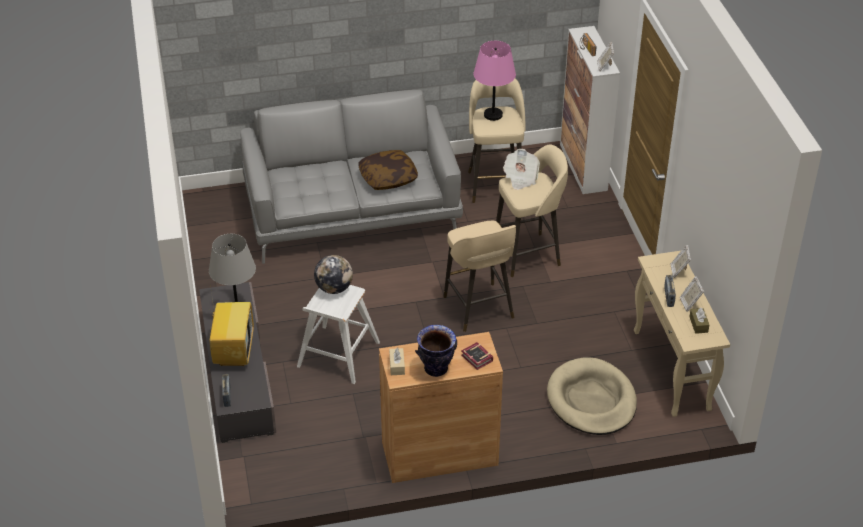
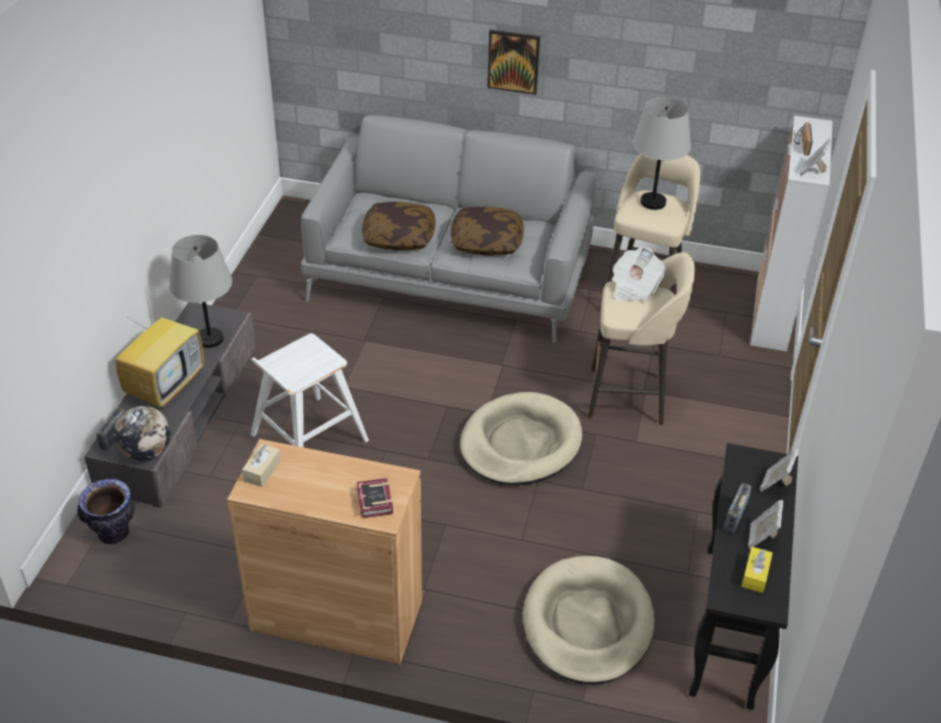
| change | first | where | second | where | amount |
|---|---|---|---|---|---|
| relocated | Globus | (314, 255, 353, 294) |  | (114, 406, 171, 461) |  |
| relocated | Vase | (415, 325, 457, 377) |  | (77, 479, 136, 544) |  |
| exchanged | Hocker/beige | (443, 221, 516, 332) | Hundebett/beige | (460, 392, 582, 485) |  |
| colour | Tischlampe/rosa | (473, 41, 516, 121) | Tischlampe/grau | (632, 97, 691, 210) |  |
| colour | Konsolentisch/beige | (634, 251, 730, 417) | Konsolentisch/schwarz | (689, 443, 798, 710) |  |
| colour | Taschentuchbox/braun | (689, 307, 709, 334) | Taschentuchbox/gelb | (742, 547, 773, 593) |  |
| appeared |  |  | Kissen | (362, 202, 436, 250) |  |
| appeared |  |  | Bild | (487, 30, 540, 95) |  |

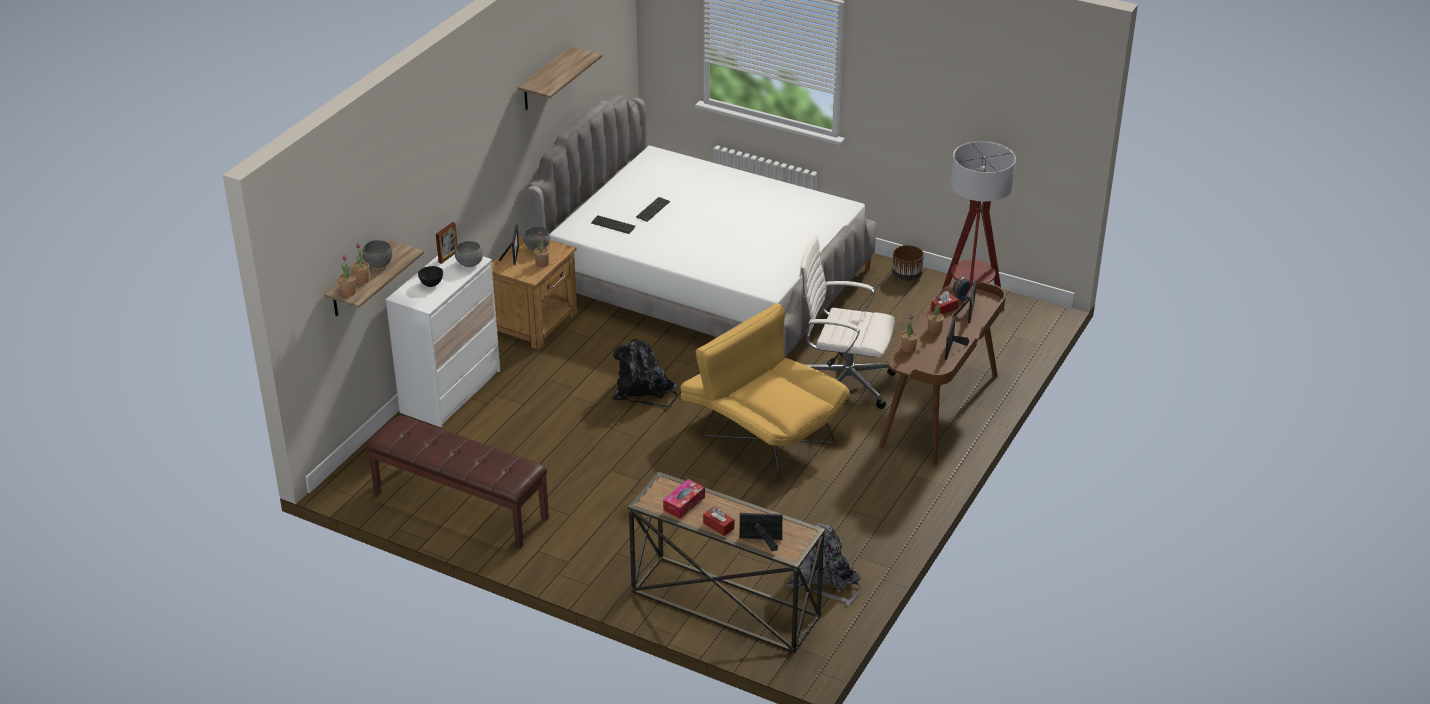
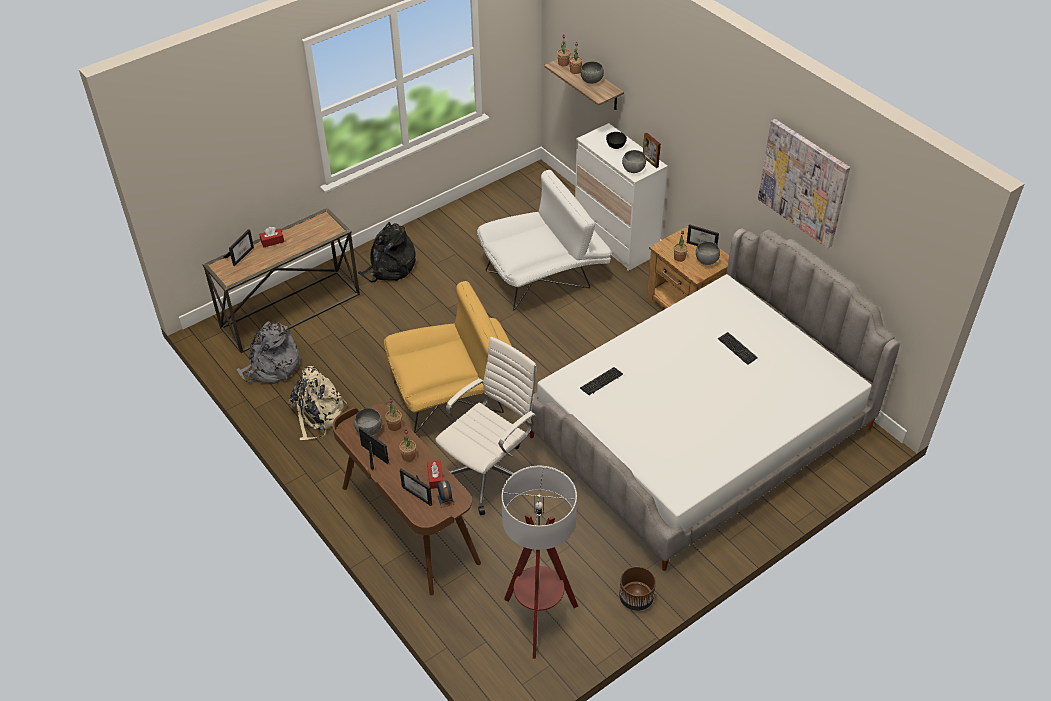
| change | first | where | second | where | amount |
|---|---|---|---|---|---|
| missing | Bank/braun | (366, 415, 549, 549) |  |  |  |
| exchanged | Wandregal | (517, 46, 602, 110) | Bild | (758, 119, 850, 248) |  |
| relocated | Tastatur | (591, 215, 636, 234) |  | (580, 367, 623, 395) |  |
| relocated | Rucksack/schwarz | (612, 339, 677, 410) |  | (358, 222, 415, 283) |  |
| missing | Taschentuchbox | (663, 479, 705, 519) |  |  |  |
| appeared |  |  | Rucksack/beige | (289, 366, 347, 440) |  |
| appeared |  |  | Schüssel/grau | (354, 408, 382, 435) |  |
| appeared |  |  | Sessel/weiß | (477, 170, 611, 310) |  |

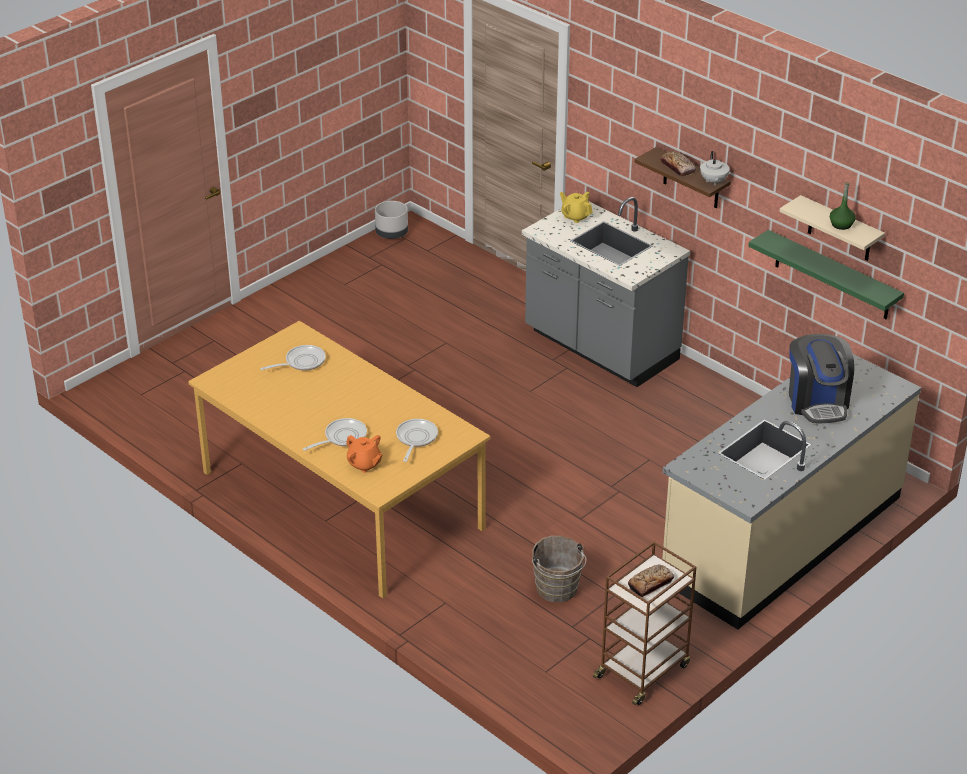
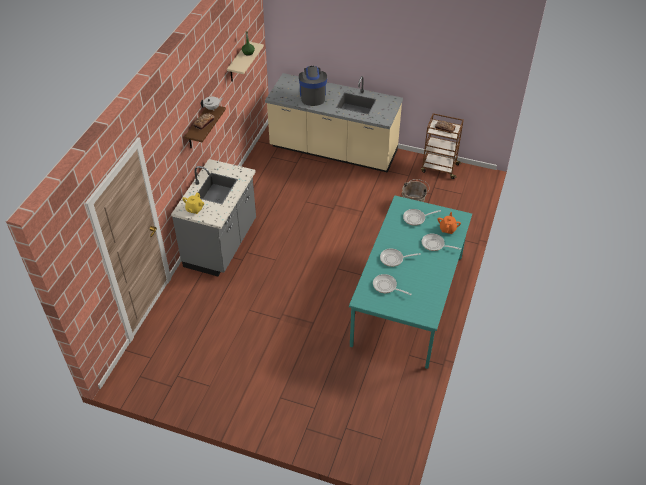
| change | first | where | second | where | amount |
|---|---|---|---|---|---|
| colour | Esstisch/orange | (188, 321, 490, 598) | Esstisch/türkis | (349, 195, 472, 369) |  |
| missing | Pflanzkübel/grau | (375, 201, 408, 239) |  |  |  |
| missing | Wandregal/grün | (748, 230, 904, 319) |  |  |  |
| spun | Kaffeemaschine | (789, 334, 855, 424) |  | (299, 66, 327, 106) | 60 degrees counterclockwise |
| appeared |  |  | Pfanne | (380, 248, 421, 267) |  |

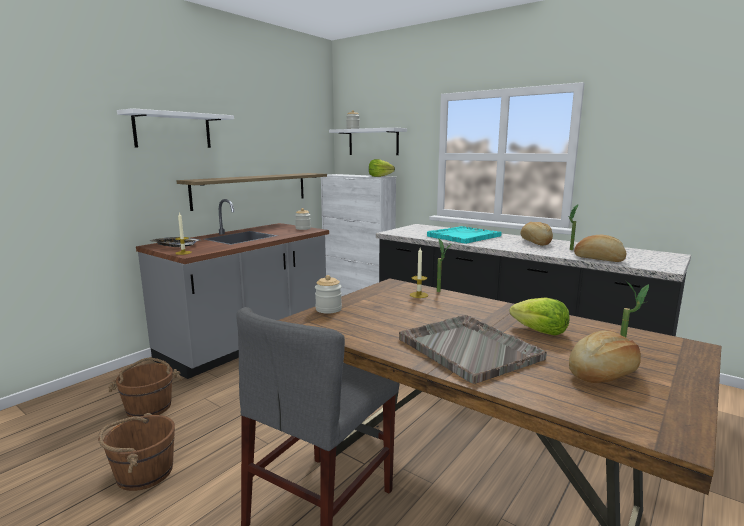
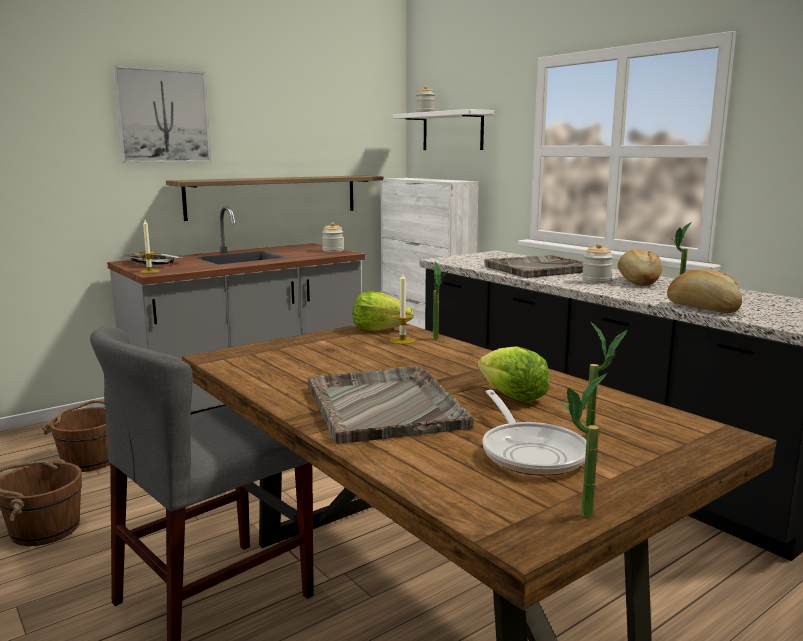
| change | first | where | second | where | amount |
|---|---|---|---|---|---|
| exchanged | Wandregal/weiß | (117, 108, 234, 148) | Bild | (112, 65, 211, 163) |  |
| relocated | Vorratsglas | (315, 275, 342, 314) |  | (582, 243, 613, 284) |  |
| relocated | Salatkopf | (369, 159, 395, 177) |  | (352, 291, 413, 331) |  |
| colour | Tablett/türkis | (427, 226, 502, 244) | Tablett/grau | (484, 255, 583, 278) |  |
| exchanged | Brot | (569, 330, 641, 383) | Pfanne | (483, 390, 586, 476) |  |
| appeared |  |  | Topfpflanze | (560, 373, 607, 518) |  |

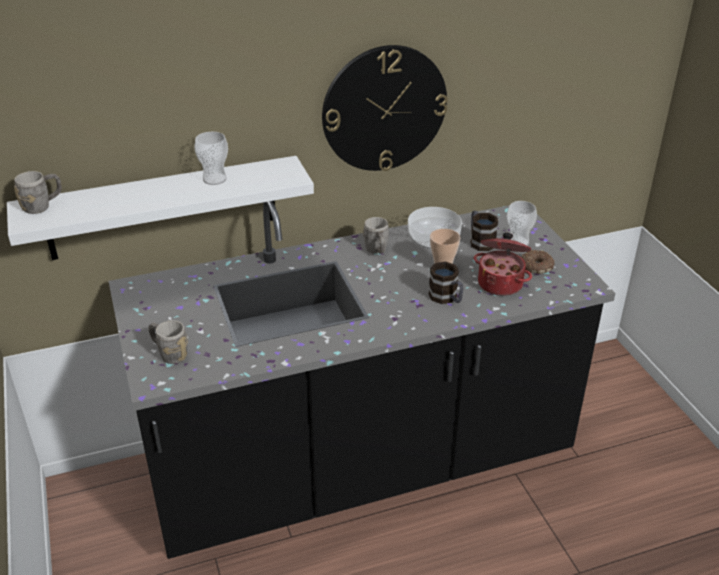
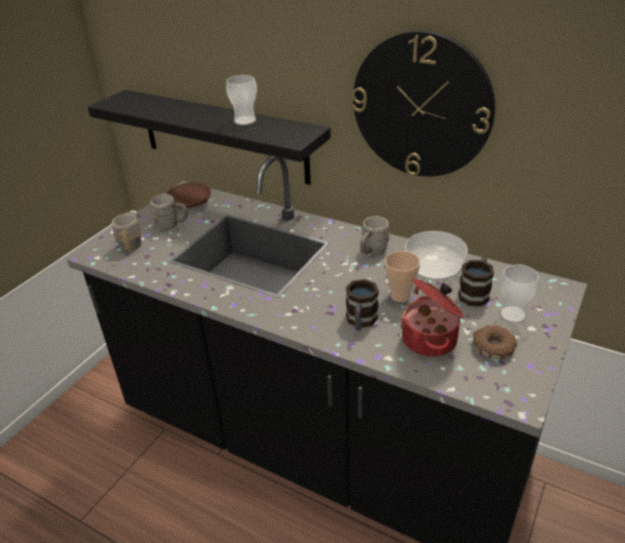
| change | first | where | second | where | amount |
|---|---|---|---|---|---|
| colour | Wandregal/weiß | (7, 156, 314, 260) | Wandregal/schwarz | (88, 90, 331, 185) |  |
| relocated | Henkelbecher/grau | (14, 171, 62, 214) |  | (150, 194, 188, 230) |  |
| appeared |  |  | Teller/braun | (166, 182, 211, 208) |  |

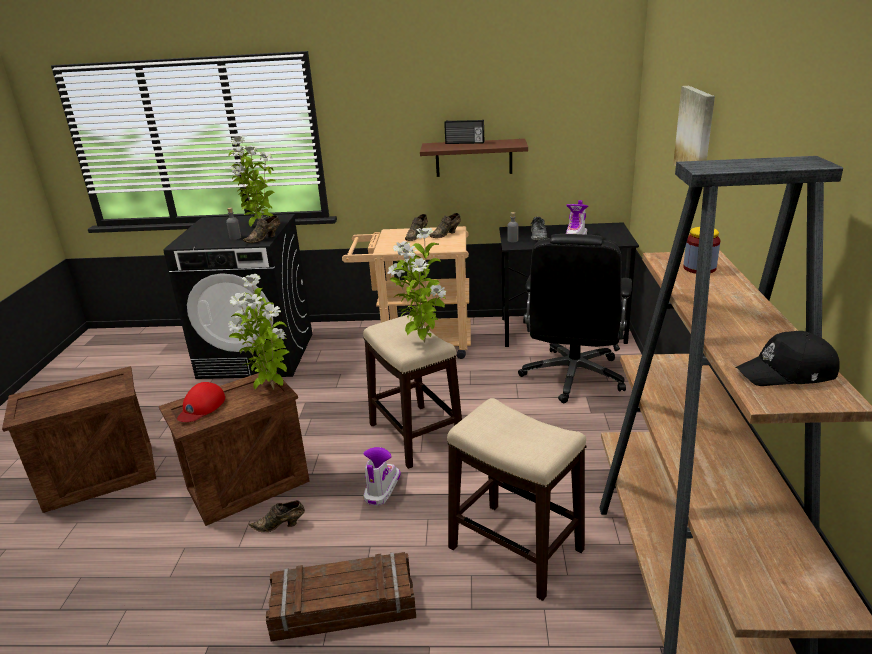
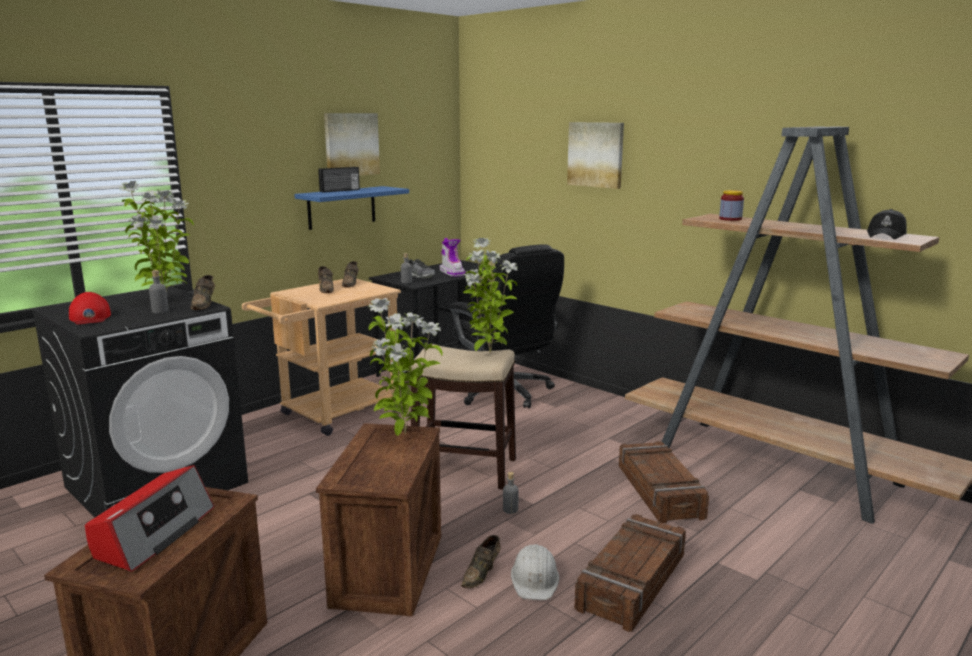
| change | first | where | second | where | amount |
|---|---|---|---|---|---|
| relocated | Kappe/rot | (177, 382, 225, 422) |  | (69, 292, 111, 325) |  |
| exchanged | Stiefel | (363, 447, 401, 506) | Flasche/grau | (503, 472, 518, 514) |  |
| colour | Wandregal/braun | (420, 139, 528, 177) | Wandregal/blau | (294, 186, 409, 230) |  |
| exchanged | Hocker | (447, 398, 587, 601) | Kiste | (619, 441, 709, 523) |  |
| appeared |  |  | Radio | (85, 465, 214, 572) |  |
| appeared |  |  | Bild | (324, 113, 380, 176) |  |
| appeared |  |  | Schutzhelm/weiß | (511, 544, 559, 600) |  |

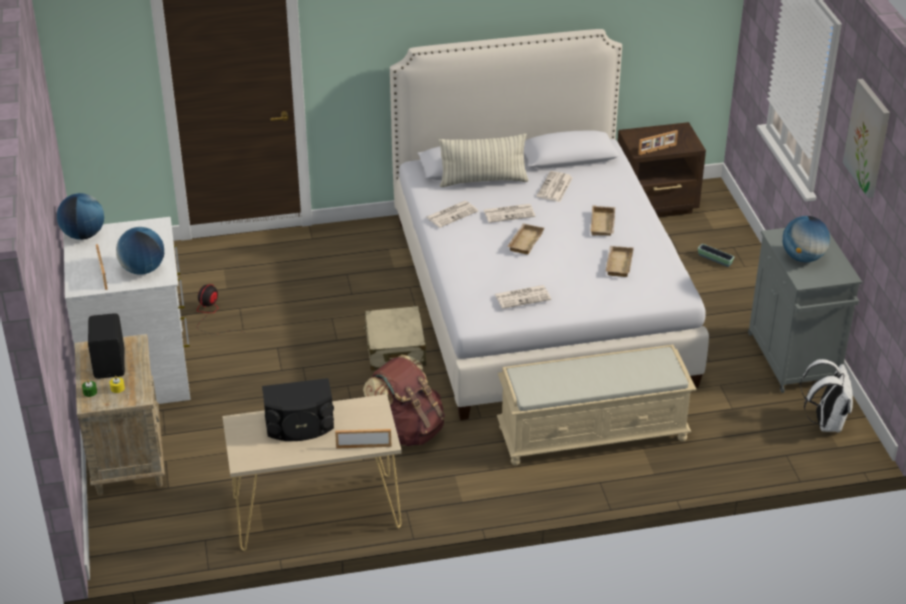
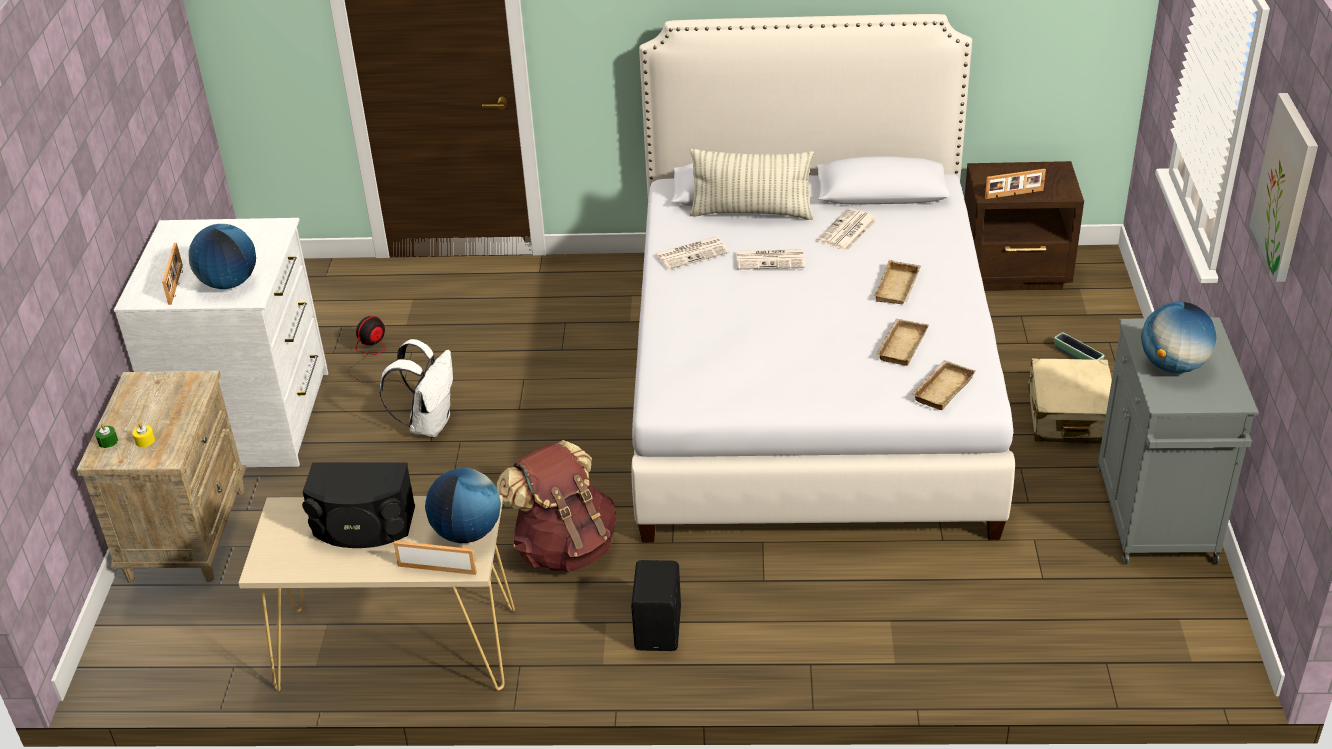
| change | first | where | second | where | amount |
|---|---|---|---|---|---|
| relocated | Globus | (57, 193, 104, 240) |  | (425, 468, 501, 543) |  |
| relocated | Lautsprecher/schwarz | (88, 313, 125, 379) |  | (631, 560, 681, 651) |  |
| relocated | Koffer/beige | (364, 306, 426, 371) |  | (1027, 358, 1112, 443) |  |
| missing | Zeitung | (495, 285, 551, 309) |  |  |  |
| missing | Bank/beige | (497, 345, 697, 465) |  |  |  |
| relocated | Tablett/beige | (507, 223, 544, 255) |  | (911, 360, 976, 410) |  |
| relocated | Rucksack/weiß | (800, 359, 853, 433) |  | (380, 339, 453, 437) |  |

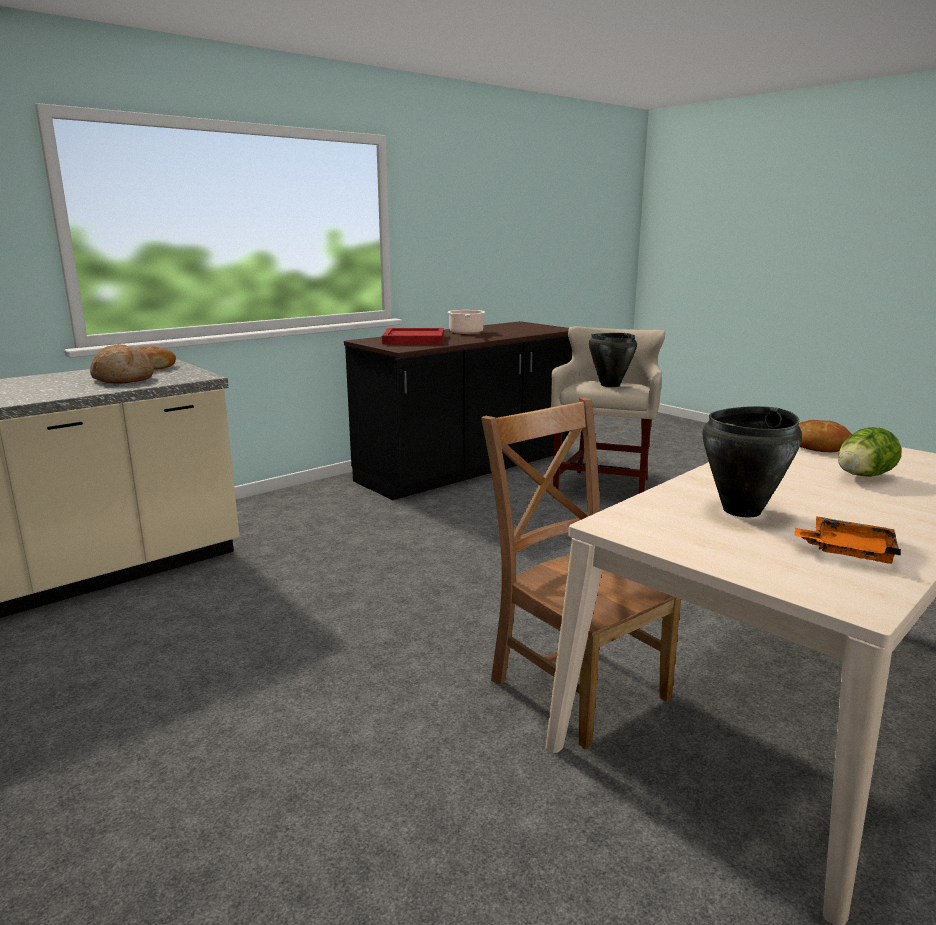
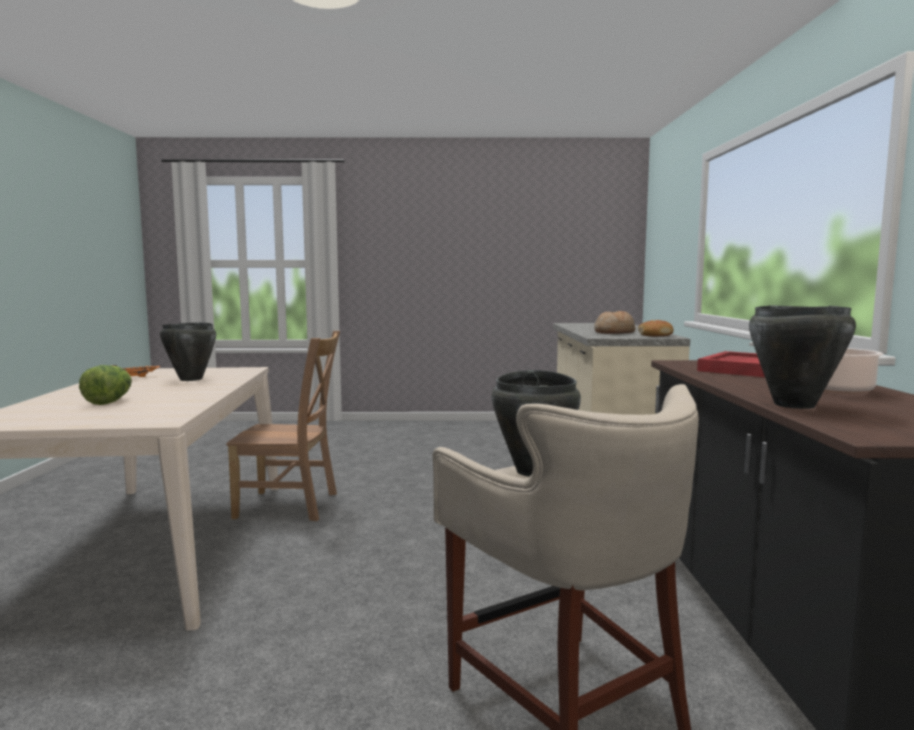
| change | first | where | second | where | amount |
|---|---|---|---|---|---|
| missing | Brot | (798, 420, 852, 452) |  |  |  |
| appeared |  |  | Kochtopf/schwarz | (749, 305, 856, 409) |  |

